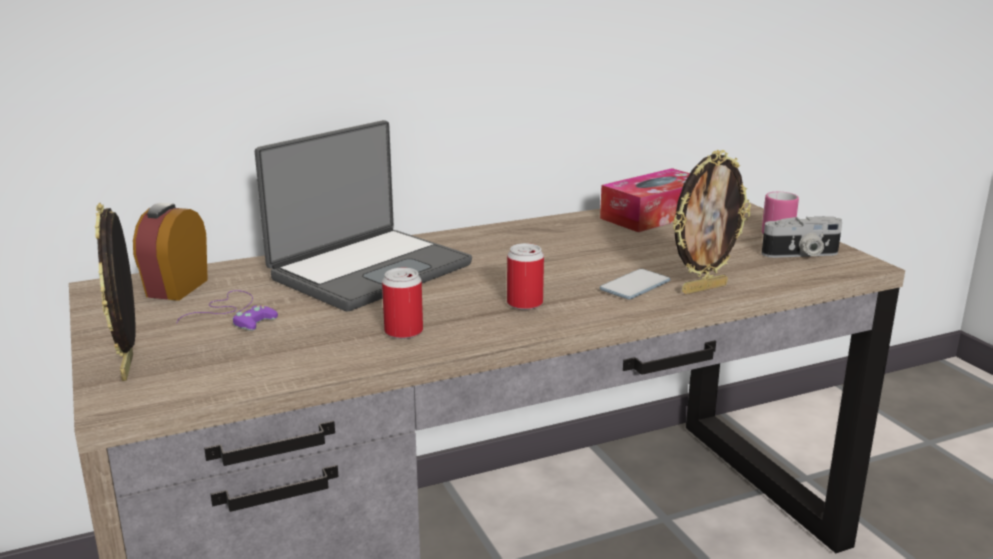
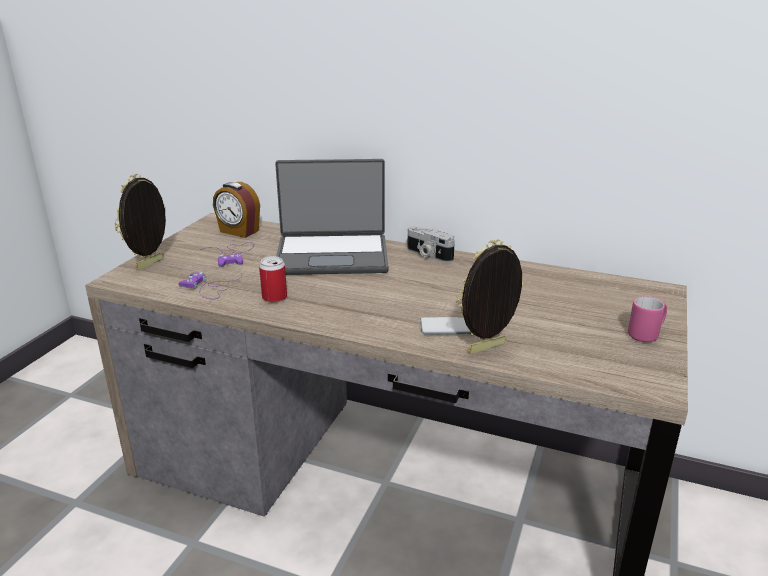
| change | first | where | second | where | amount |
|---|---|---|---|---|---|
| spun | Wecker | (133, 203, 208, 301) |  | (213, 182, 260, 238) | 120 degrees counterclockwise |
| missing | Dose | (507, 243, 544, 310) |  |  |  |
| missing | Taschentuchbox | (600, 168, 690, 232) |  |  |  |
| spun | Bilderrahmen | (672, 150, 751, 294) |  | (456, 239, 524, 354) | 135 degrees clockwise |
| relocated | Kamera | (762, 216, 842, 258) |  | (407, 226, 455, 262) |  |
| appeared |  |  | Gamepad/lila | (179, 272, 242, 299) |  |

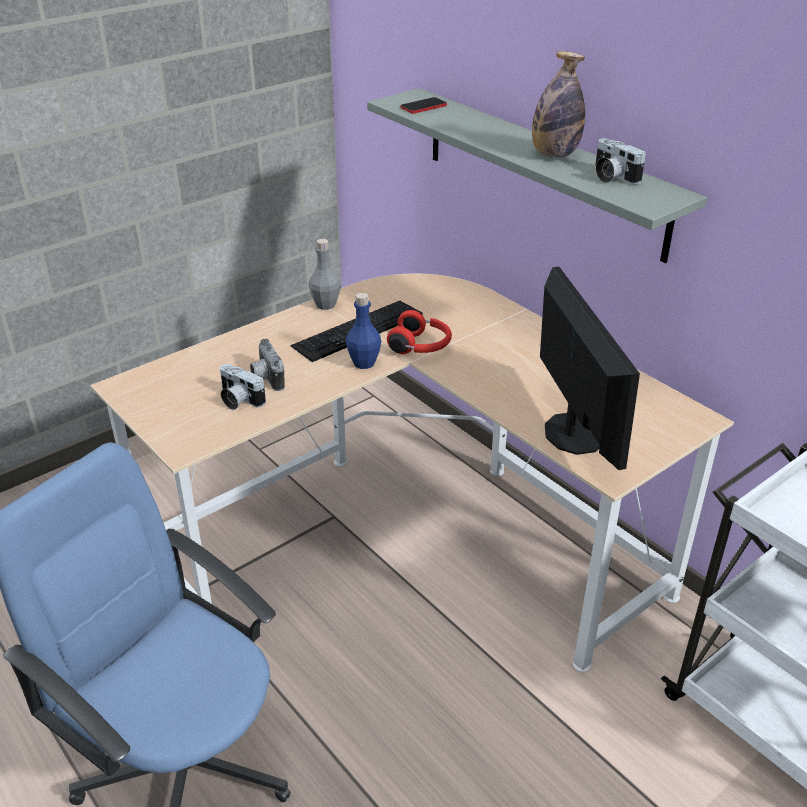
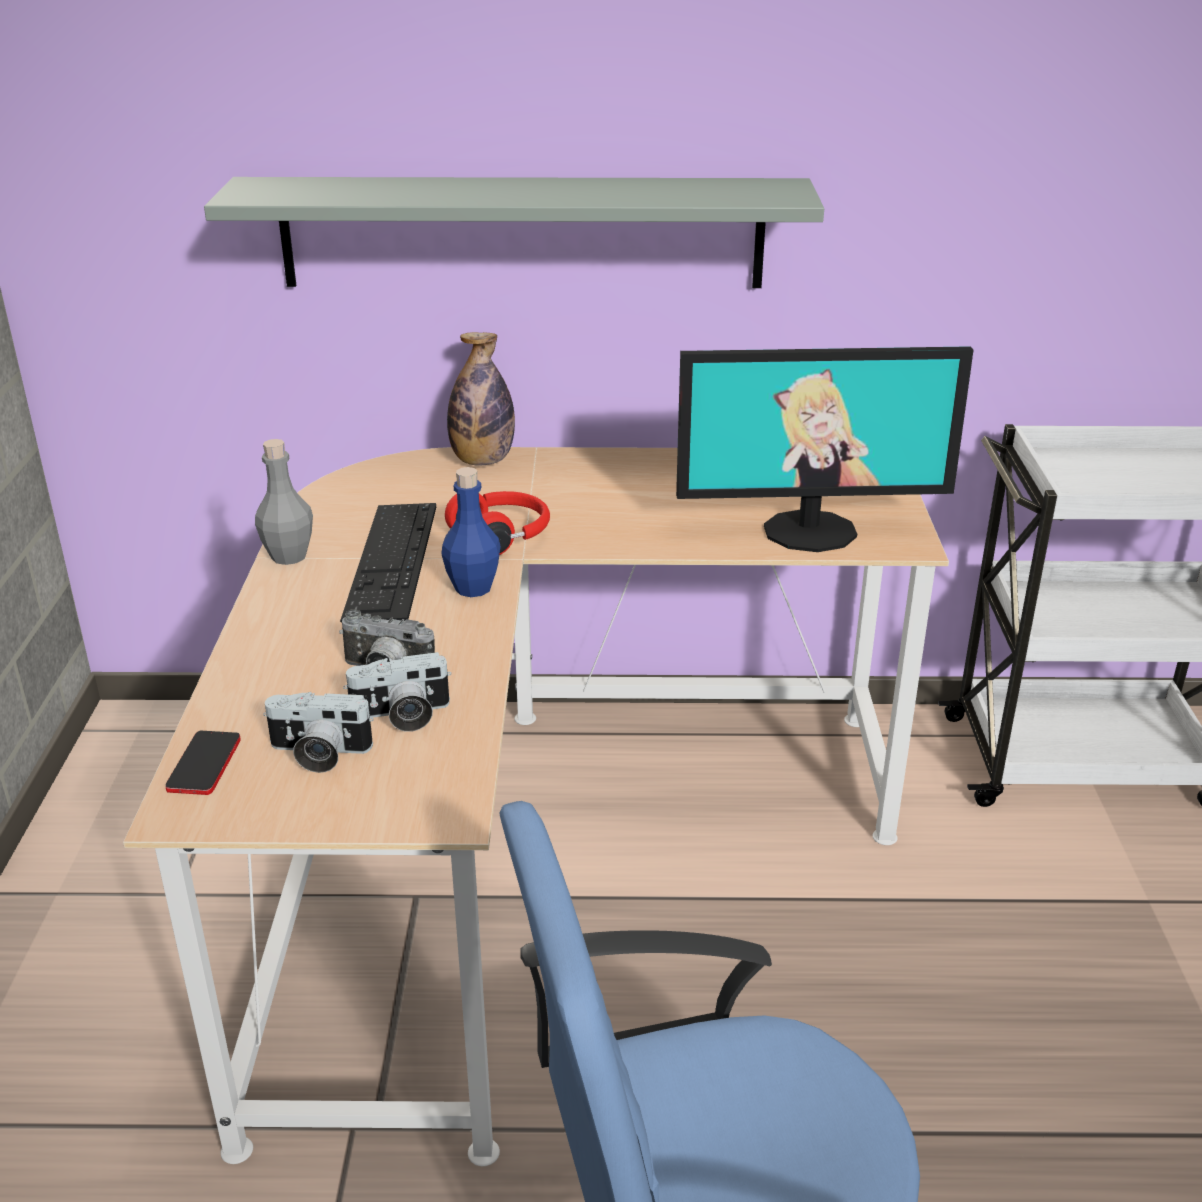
| change | first | where | second | where | amount |
|---|---|---|---|---|---|
| relocated | Handy | (400, 97, 447, 114) |  | (165, 731, 241, 795) |  |
| relocated | Flasche | (532, 51, 585, 158) |  | (447, 332, 515, 466) |  |
| spun | Monitor | (540, 266, 640, 470) |  | (676, 346, 974, 552) | 150 degrees clockwise |
| relocated | Kamera | (595, 138, 646, 185) |  | (263, 692, 374, 773) |  |

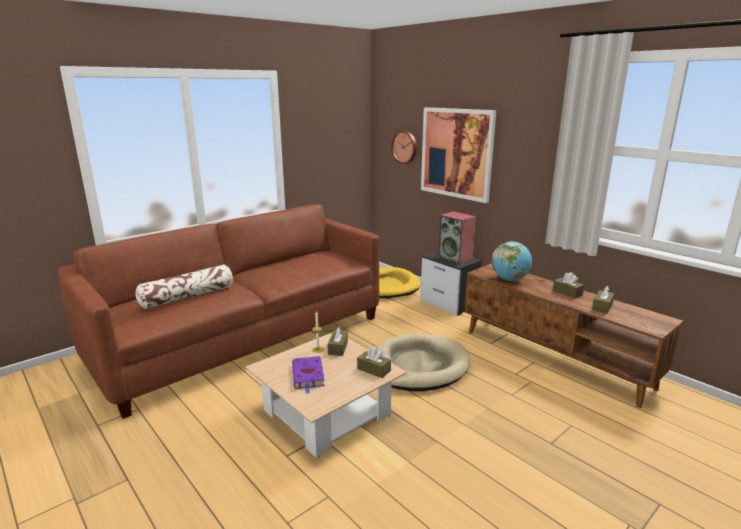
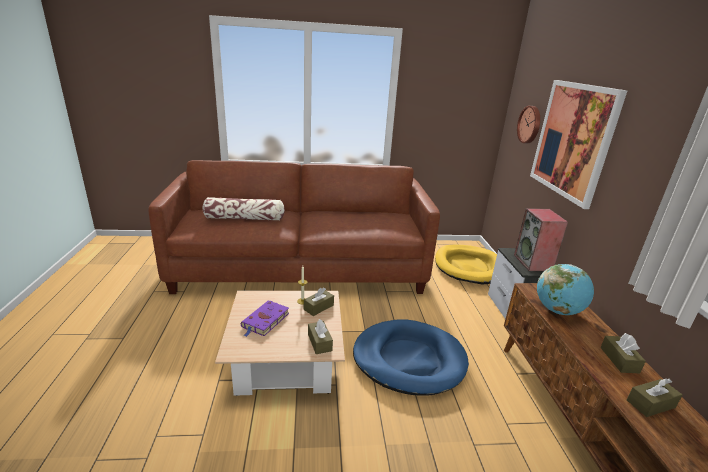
| change | first | where | second | where | amount |
|---|---|---|---|---|---|
| colour | Hundebett/beige | (377, 334, 470, 391) | Hundebett/blau | (353, 319, 469, 396) |  |

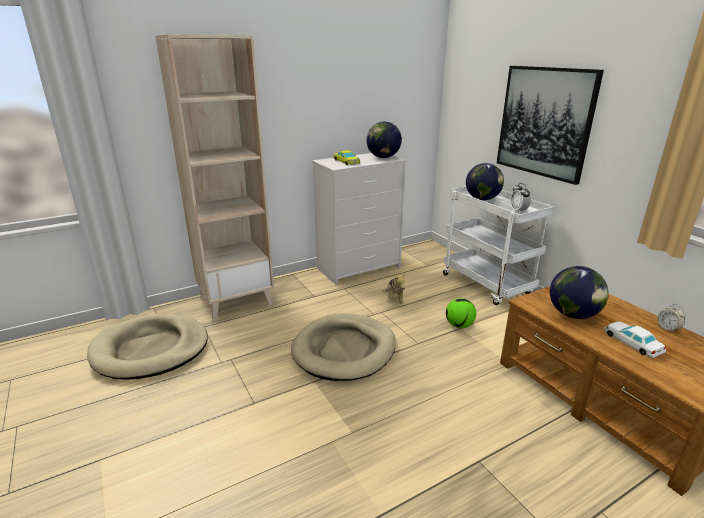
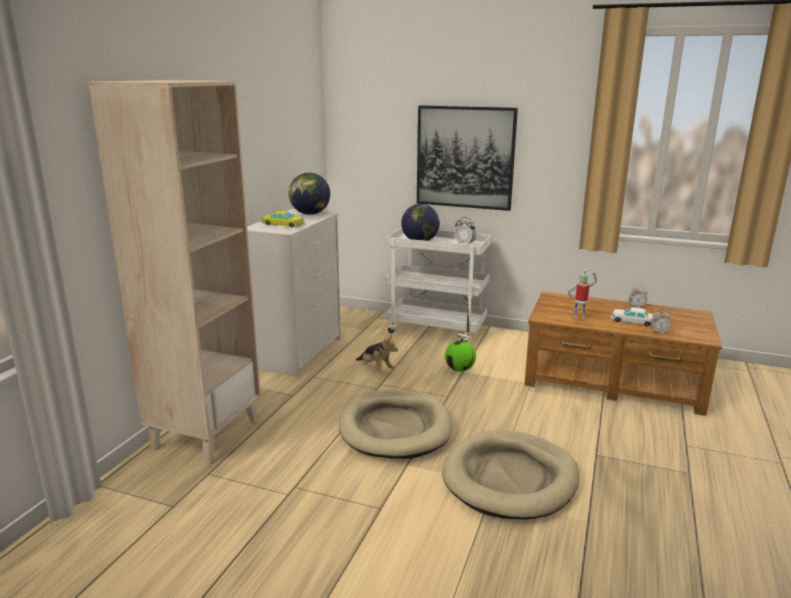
| change | first | where | second | where | amount |
|---|---|---|---|---|---|
| relocated | Hundebett/beige | (87, 314, 208, 380) |  | (442, 430, 579, 520) |  |
| exchanged | Globus | (550, 266, 609, 319) | Spielzeugroboter | (568, 270, 597, 318) |  |
| appeared |  |  | Wecker | (650, 309, 671, 334) |  |

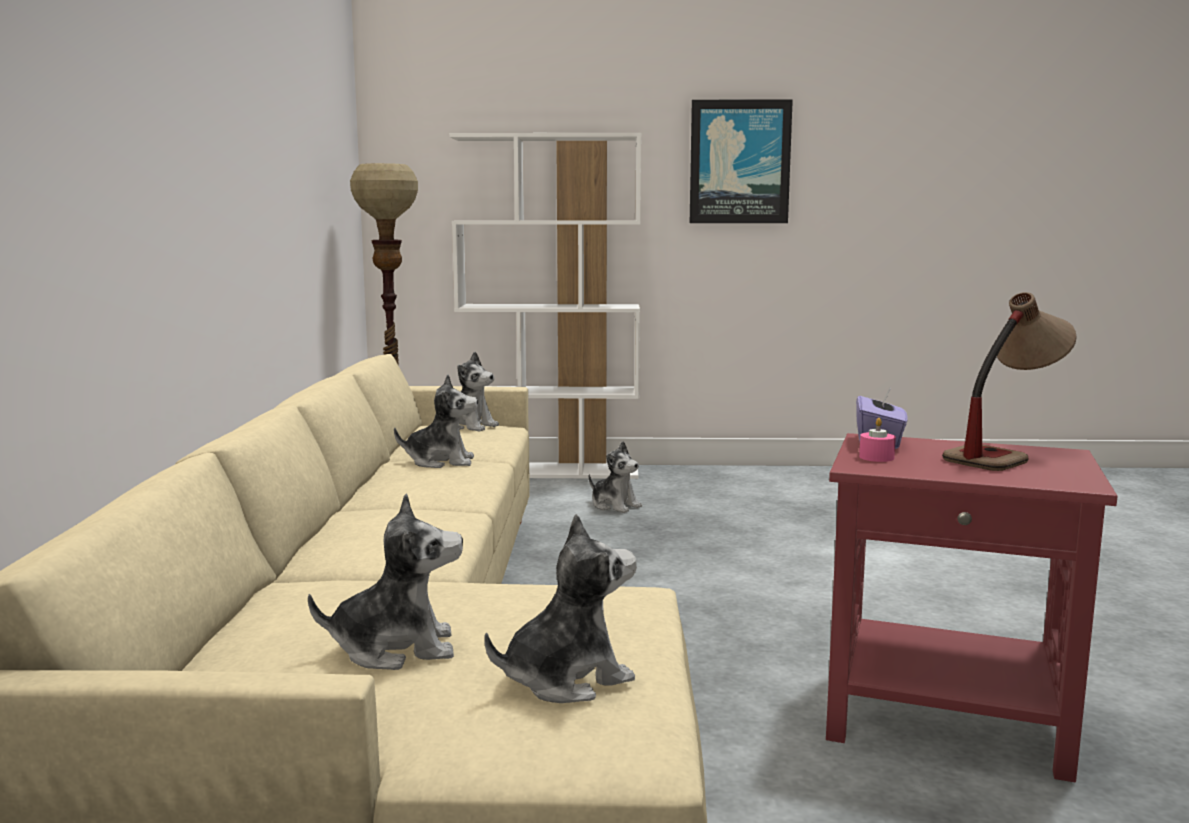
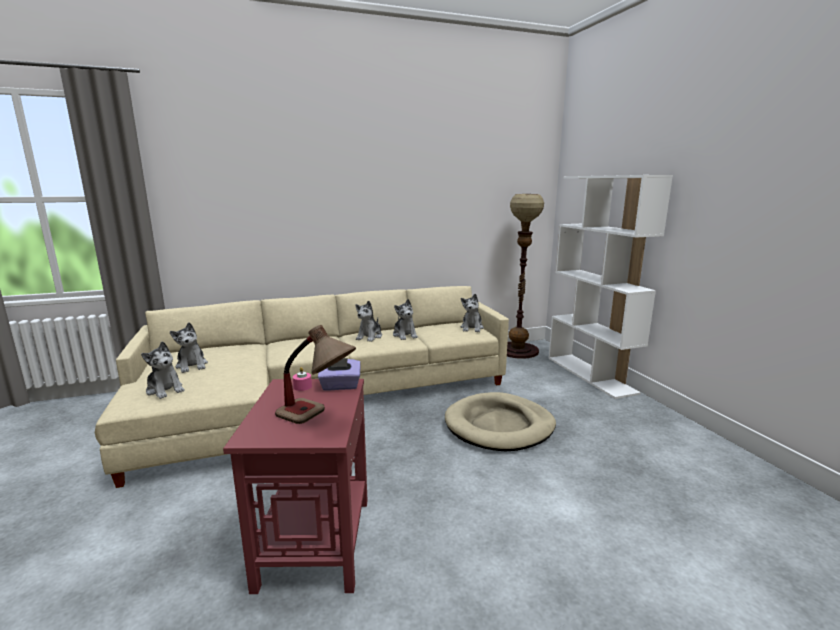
| change | first | where | second | where | amount |
|---|---|---|---|---|---|
| relocated | Plüschtier | (589, 441, 642, 513) |  | (356, 301, 382, 342) |  |
| missing | Bild | (690, 99, 793, 223) |  |  |  |
| appeared |  |  | Hundebett/beige | (445, 392, 556, 451) |  |

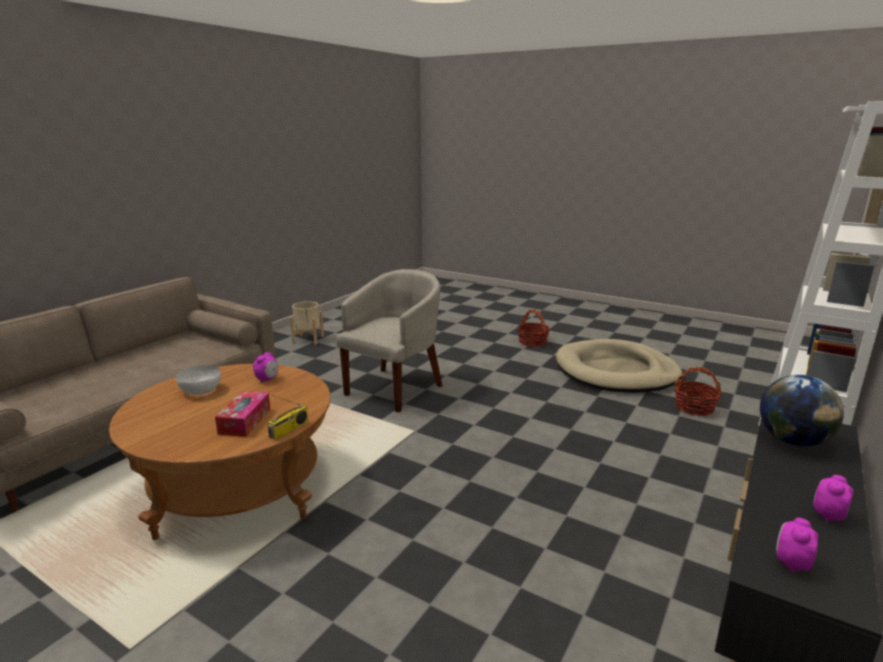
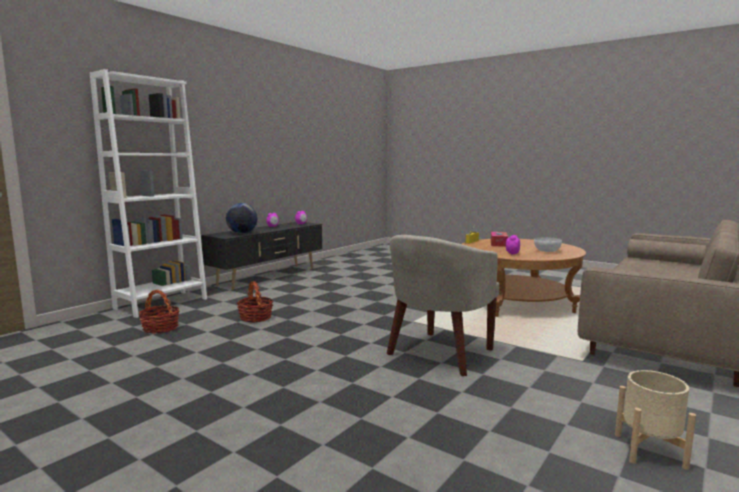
| change | first | where | second | where | amount |
|---|---|---|---|---|---|
| relocated | Korb | (517, 310, 550, 347) |  | (237, 281, 274, 322) |  |
| missing | Hundebett/beige | (556, 339, 682, 393) |  |  |  |

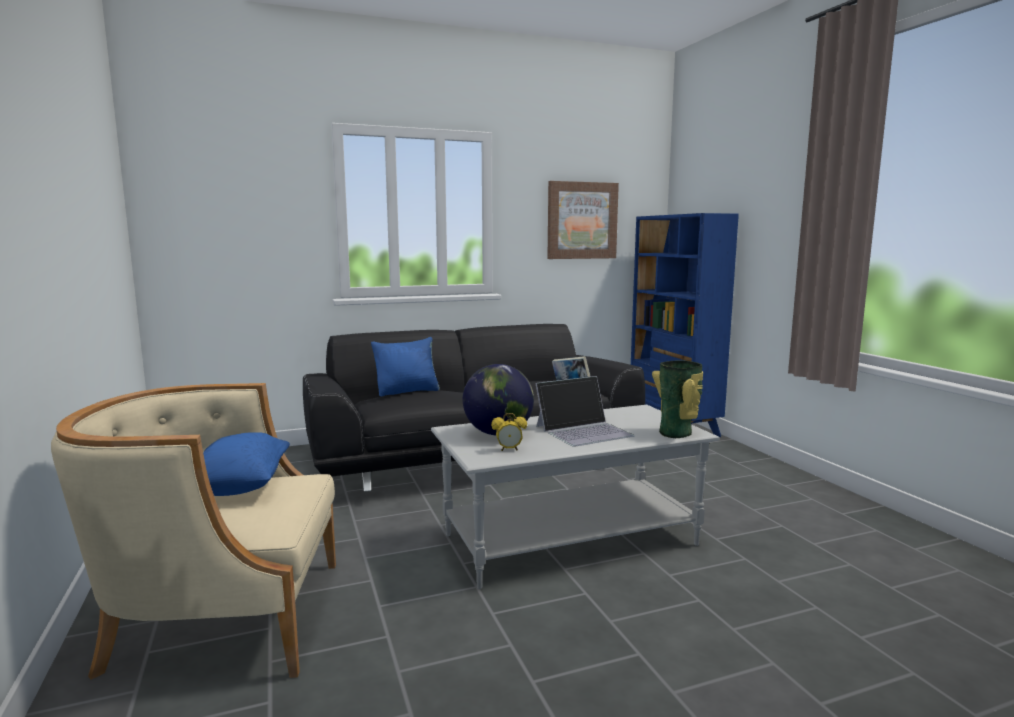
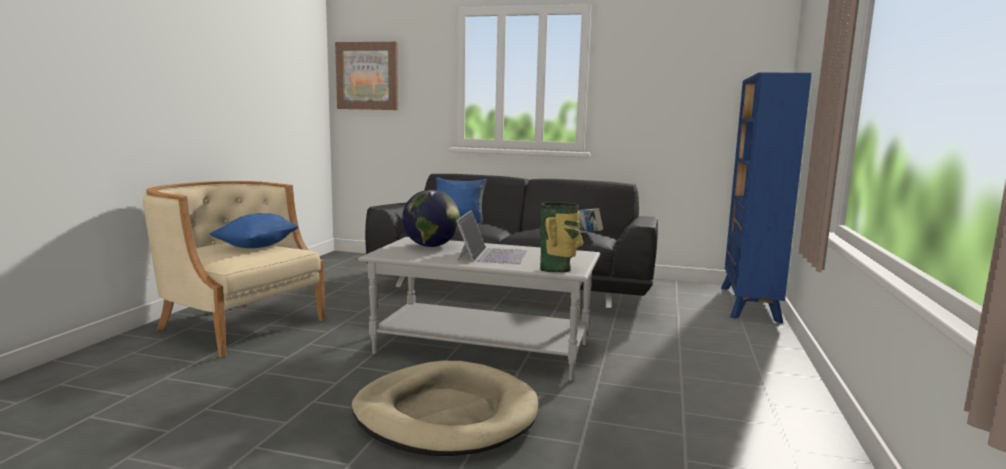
| change | first | where | second | where | amount |
|---|---|---|---|---|---|
| missing | Wecker | (491, 413, 527, 451) |  |  |  |
| spun | Laptop | (535, 376, 635, 447) |  | (456, 210, 527, 264) | 90 degrees counterclockwise |
| relocated | Bild | (547, 181, 619, 259) |  | (335, 42, 398, 110) |  |
| appeared |  |  | Hundebett/beige | (352, 361, 538, 456) |  |

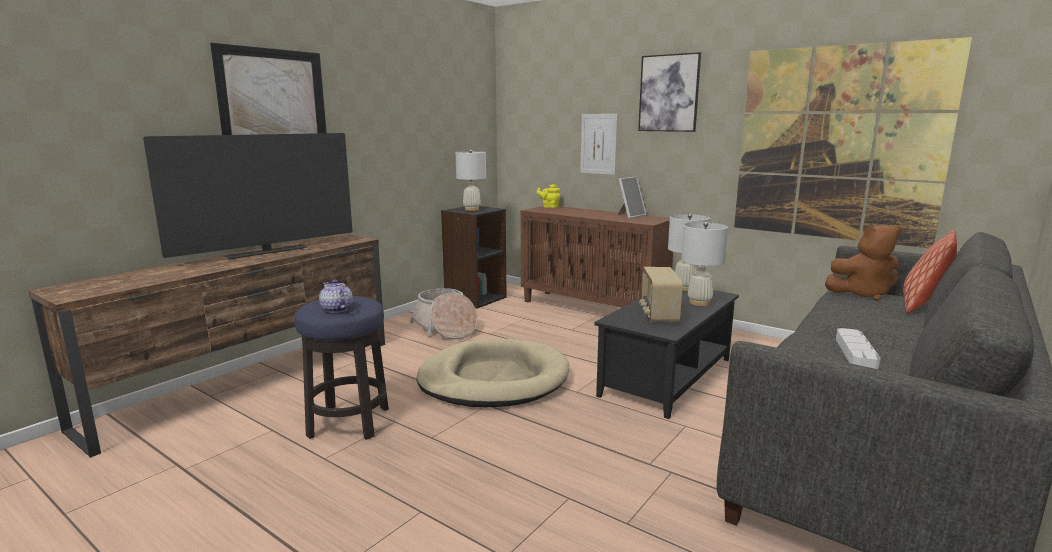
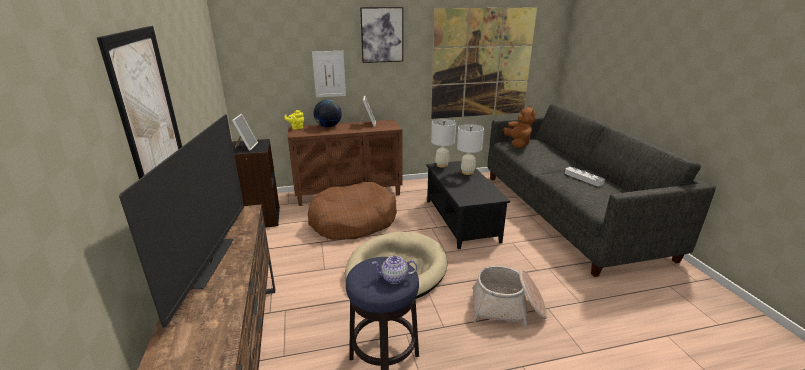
| change | first | where | second | where | amount |
|---|---|---|---|---|---|
| relocated | Korb | (410, 288, 478, 339) |  | (472, 266, 548, 327) |  |
| exchanged | Tischlampe/weiß | (456, 150, 486, 211) | Bilderrahmen | (232, 114, 258, 151) |  |
| missing | Radio | (639, 267, 683, 323) |  |  |  |
| spun | Plüschtier/braun | (825, 225, 902, 301) |  | (504, 106, 536, 148) | 45 degrees counterclockwise |
| missing | Kissen | (903, 230, 957, 313) |  |  |  |
| appeared |  |  | Hundebett/braun | (308, 182, 397, 240) |  |
| appeared |  |  | Globus | (314, 99, 342, 127) |  |

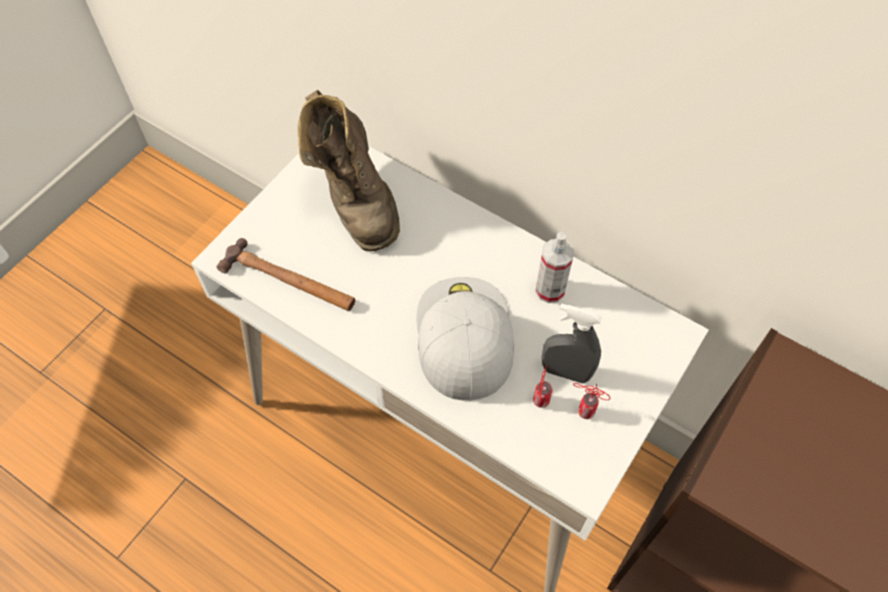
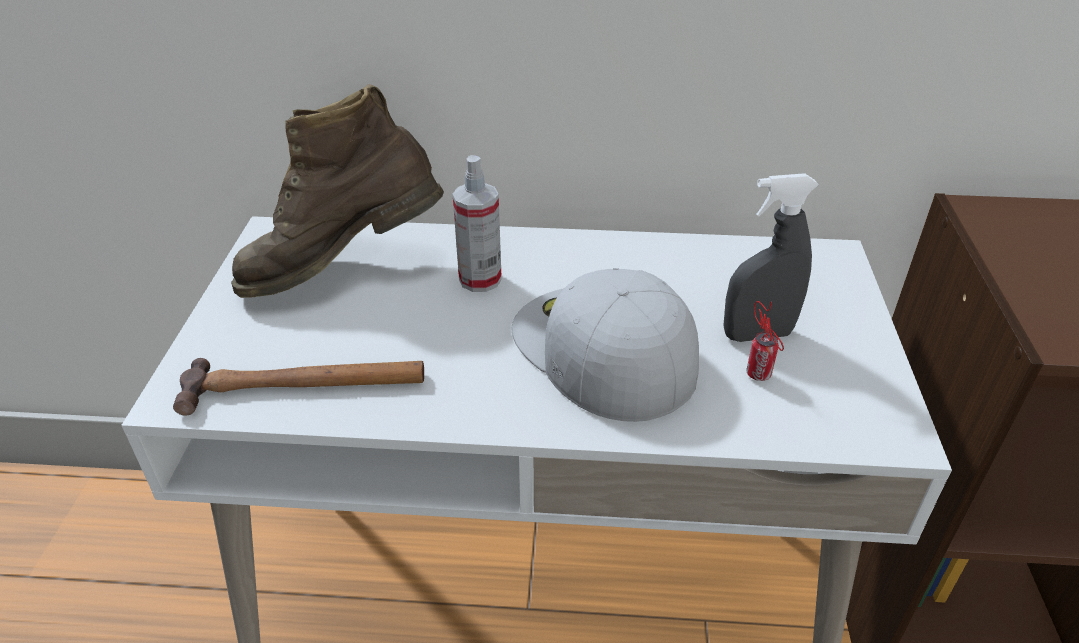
| change | first | where | second | where | amount |
|---|---|---|---|---|---|
| spun | Stiefel/braun | (298, 90, 400, 251) |  | (231, 84, 444, 298) | 120 degrees clockwise |
| relocated | Sprühflasche | (535, 232, 574, 303) |  | (453, 155, 502, 292) |  |
| missing | Dose | (573, 383, 610, 419) |  |  |  |

